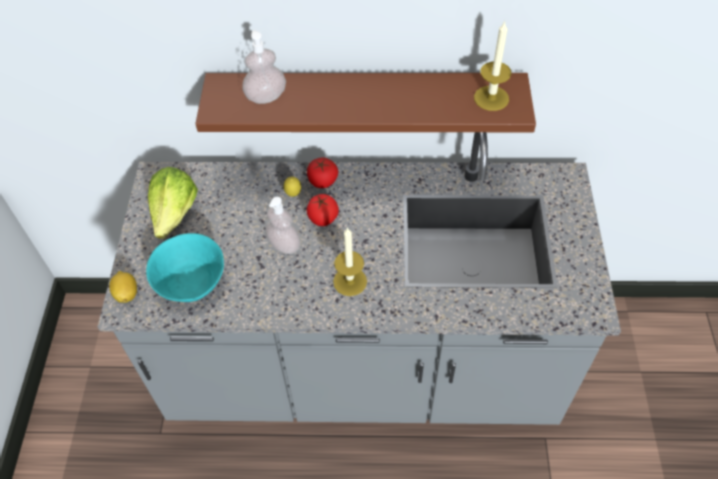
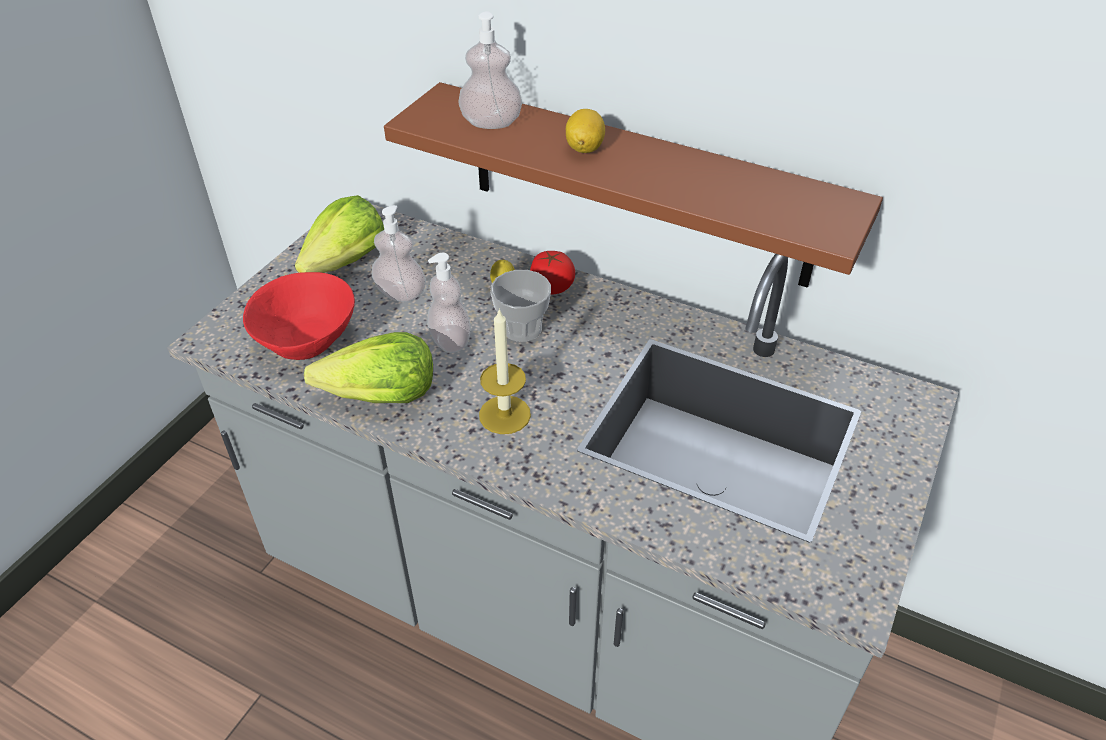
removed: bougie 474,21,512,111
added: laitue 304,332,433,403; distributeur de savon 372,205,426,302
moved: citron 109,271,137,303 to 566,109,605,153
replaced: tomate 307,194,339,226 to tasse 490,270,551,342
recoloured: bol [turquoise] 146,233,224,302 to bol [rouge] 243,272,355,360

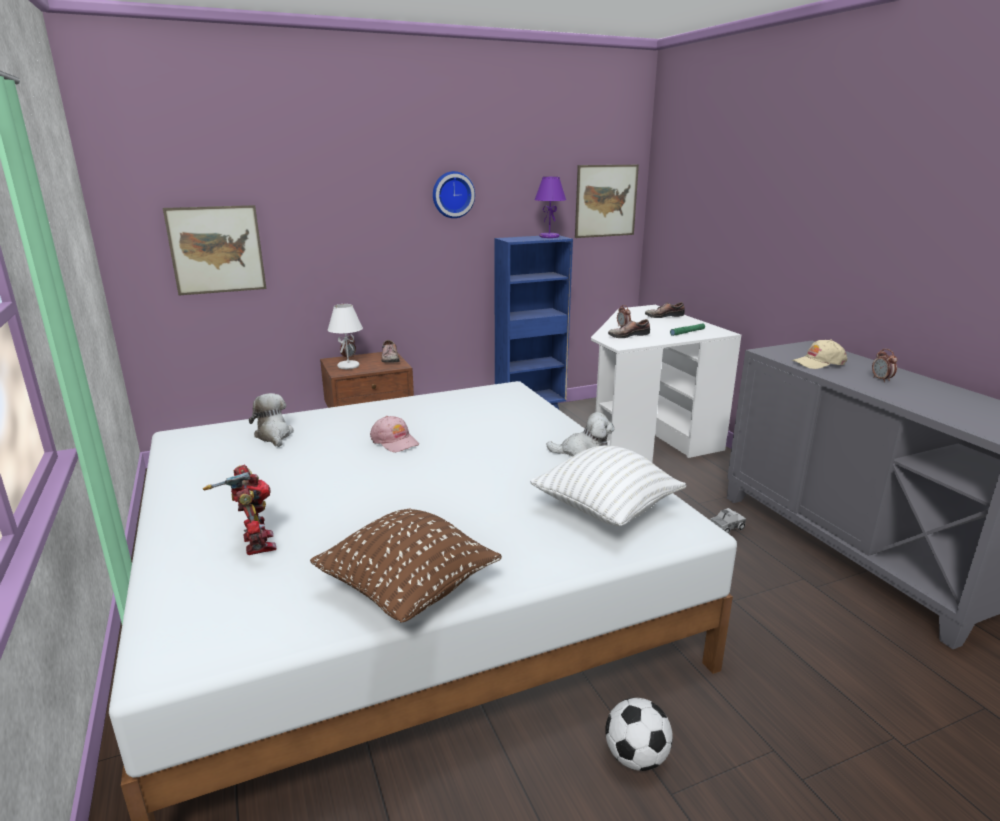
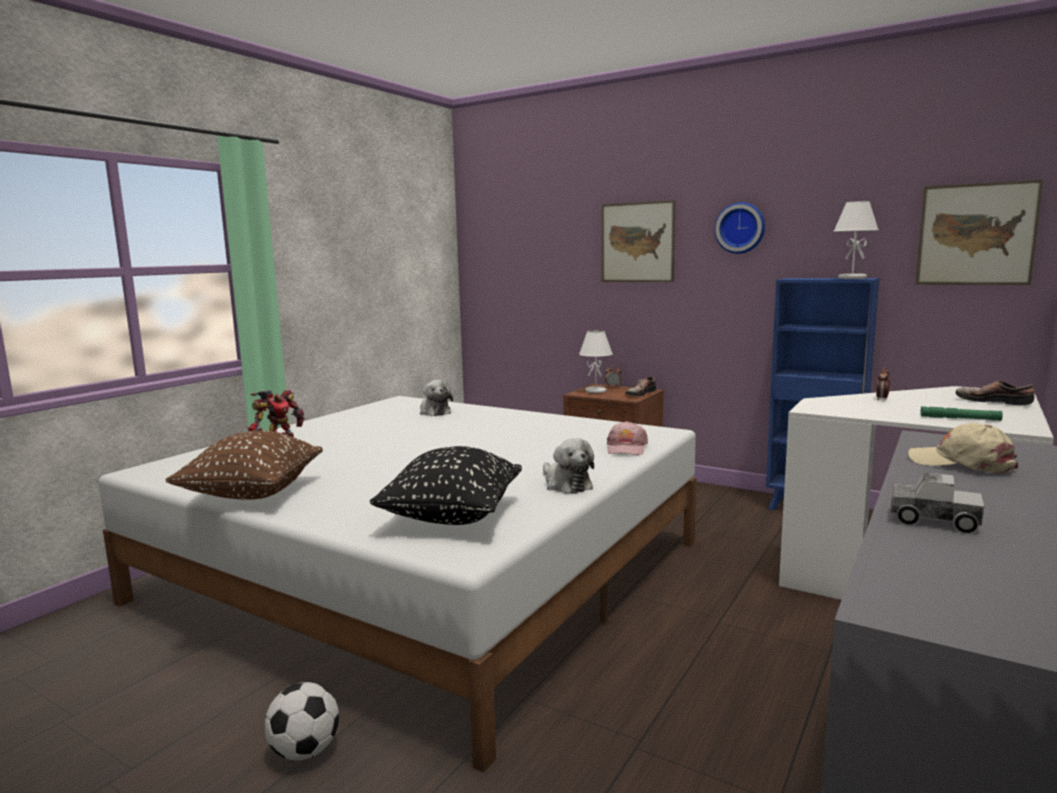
removed: chaussure 608,319,650,338; réveil 872,349,898,382
moved: tableau 163,205,266,295 to 601,200,675,282; casquette [rose] 370,416,419,452 to 607,421,648,455; camion jouet 710,508,746,534 to 890,472,984,534
recoloured: coussin [blanc] 530,446,686,526 to coussin [noir] 370,446,522,525; lampe de table [violet] 534,177,566,238 to lampe de table [blanc] 833,201,879,279
turned: peluche 249,393,294,447 = 420,380,453,416 120 degrees clockwise

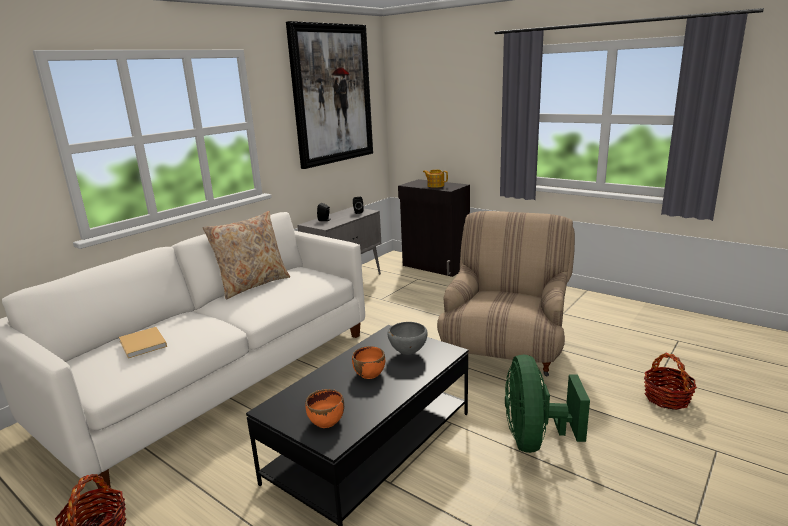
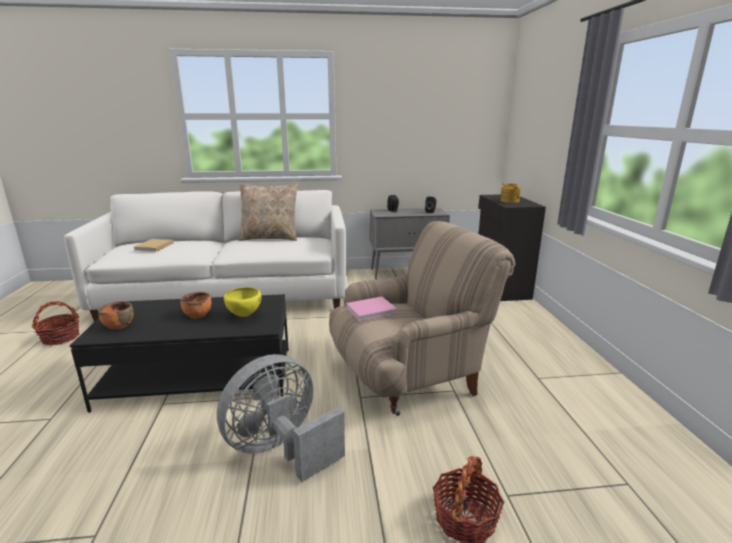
removed: tableau 286,21,373,169
added: livre [rose] 346,297,397,321
recoloured: bol [gris] 387,322,428,355 to bol [jaune] 224,287,261,317; ventilateur [vert] 505,354,590,453 to ventilateur [gris] 217,354,345,482

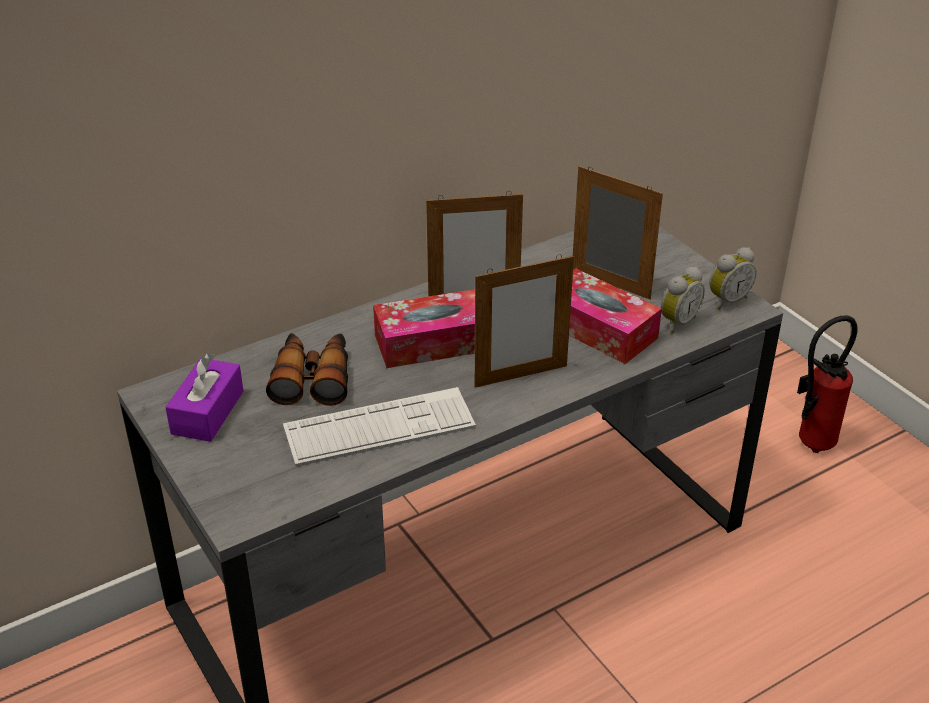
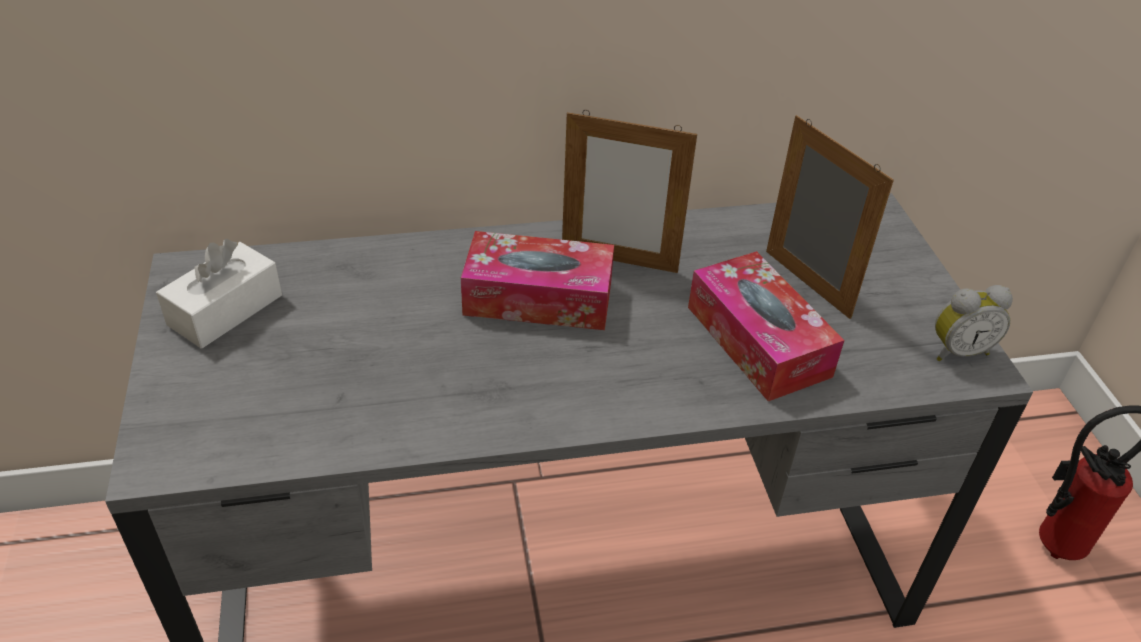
removed: jumelles 266,333,348,406; clavier 283,387,476,467; cadre photo 475,254,574,388; réveil 661,266,705,334
recoloured: boîte à mouchoirs [violet] 165,353,243,442 to boîte à mouchoirs [blanc] 156,239,282,349

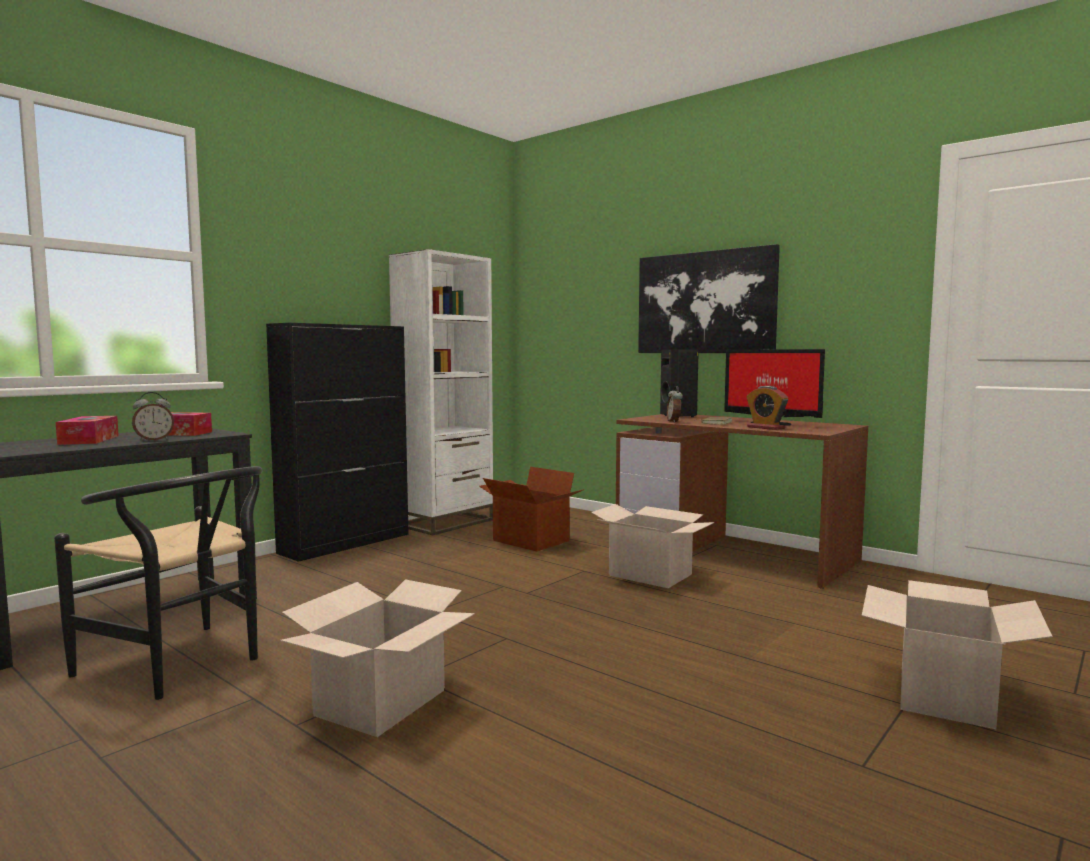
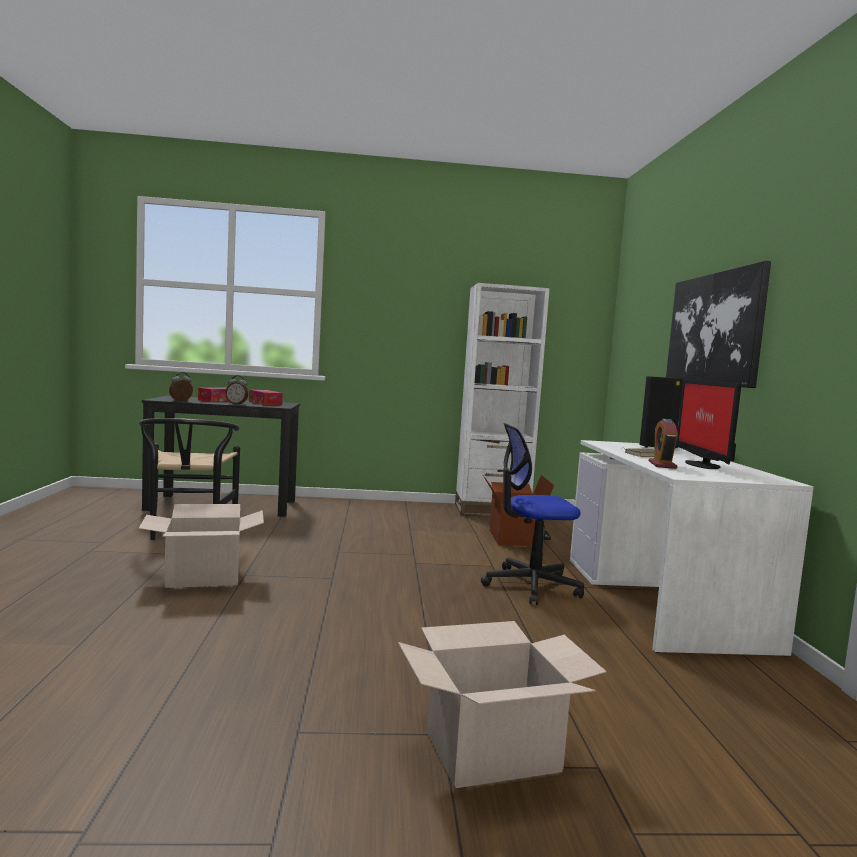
removed: meuble de rangement [noir] 266,323,409,562
moved: réveil 667,386,683,423 to 169,372,193,401
replaced: carton 591,504,715,588 to chaise de bureau 481,423,584,605
recoloured: bureau [marron] 616,414,868,589 to bureau [blanc] 570,440,814,657

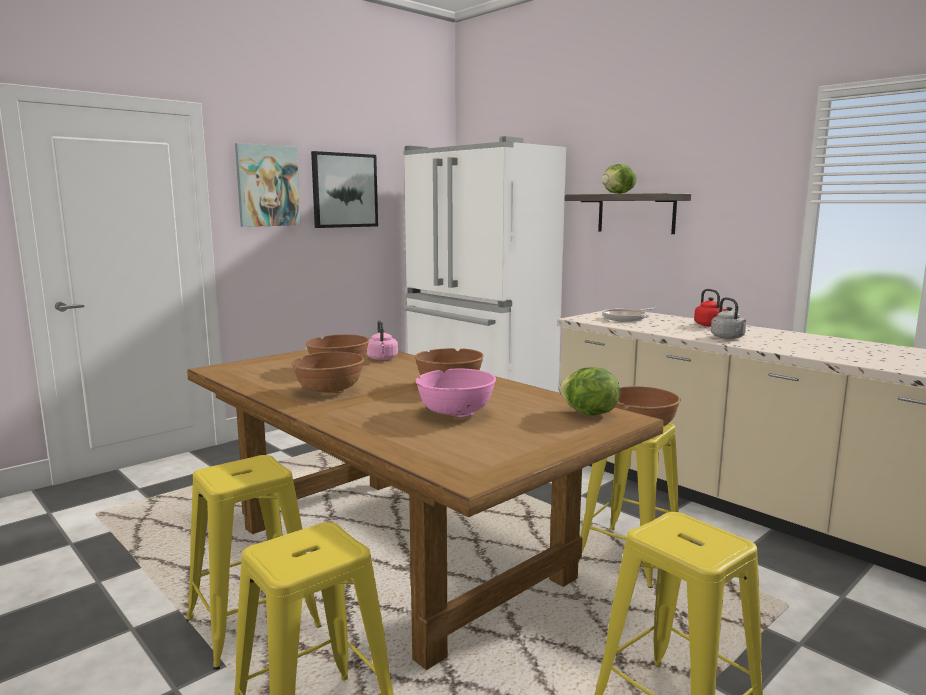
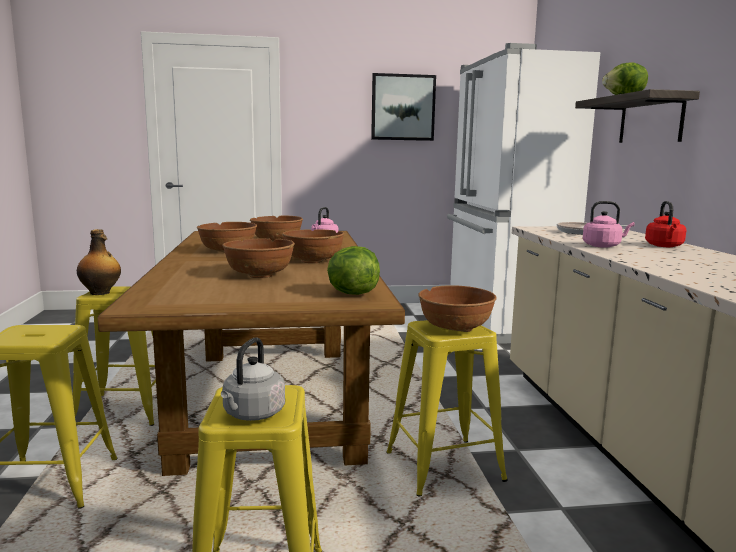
removed: tableau 235,143,301,227
added: bouteille 77,229,121,295; bouilloire [rose] 583,201,635,248
moved: bouilloire [gris] 711,297,746,339 to 221,338,285,421
recoloured: bol [rose] 416,369,496,418 to bol [marron] 222,238,295,278

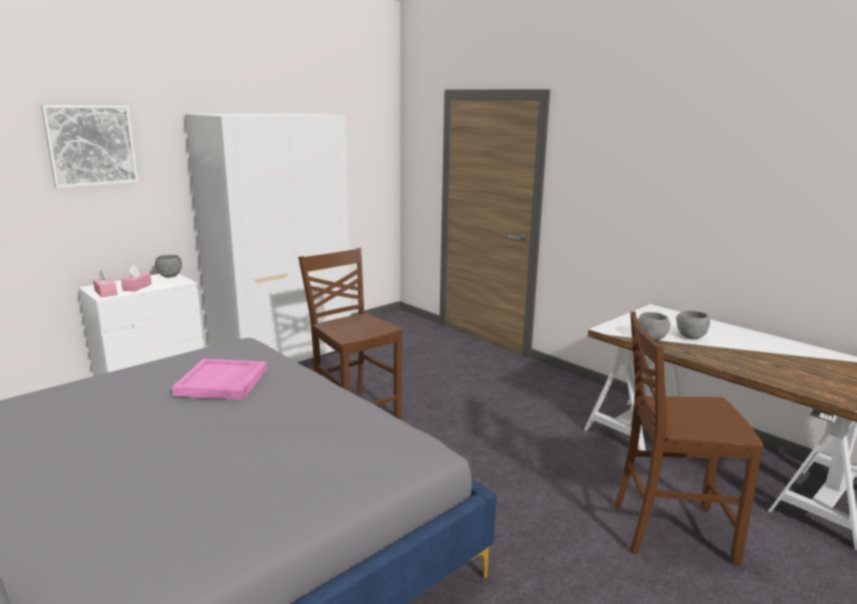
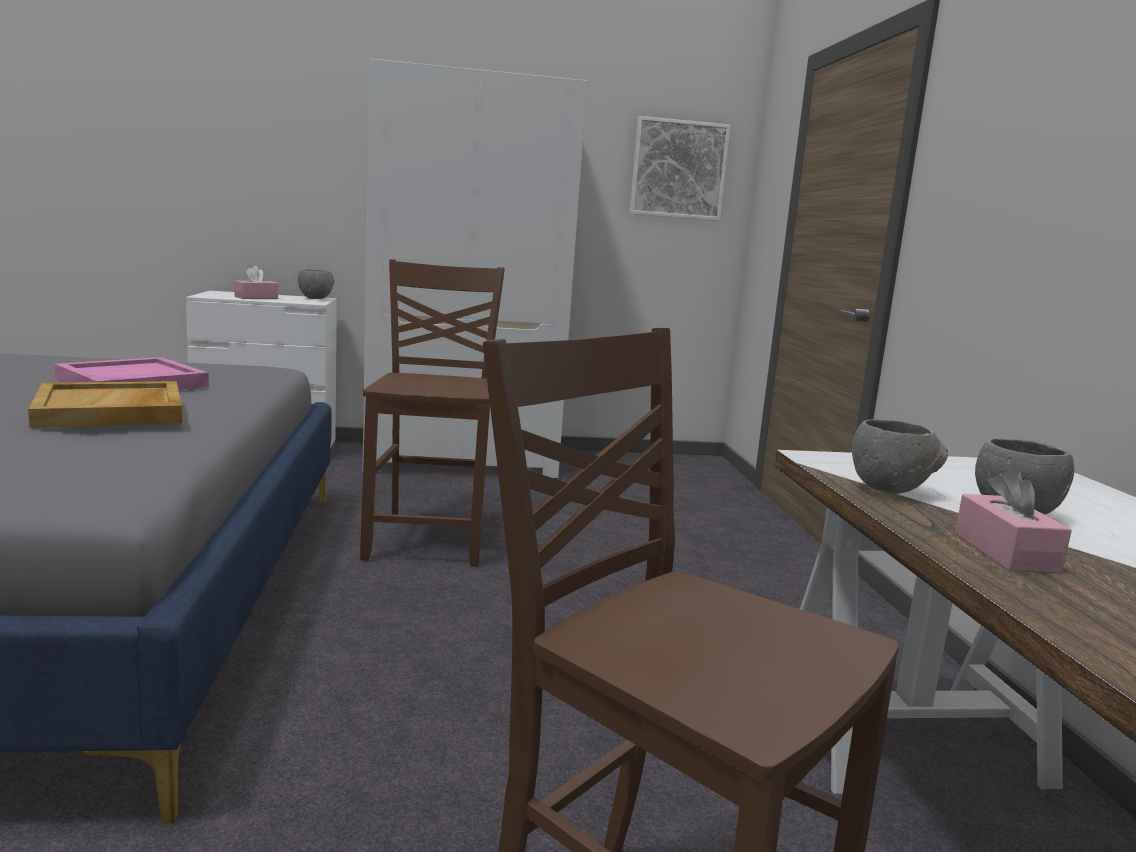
added: plateau [beige] 28,381,182,428
moved: tableau 41,105,138,188 to 629,116,731,221; boîte à mouchoirs [rose] 93,270,118,297 to 955,468,1072,573

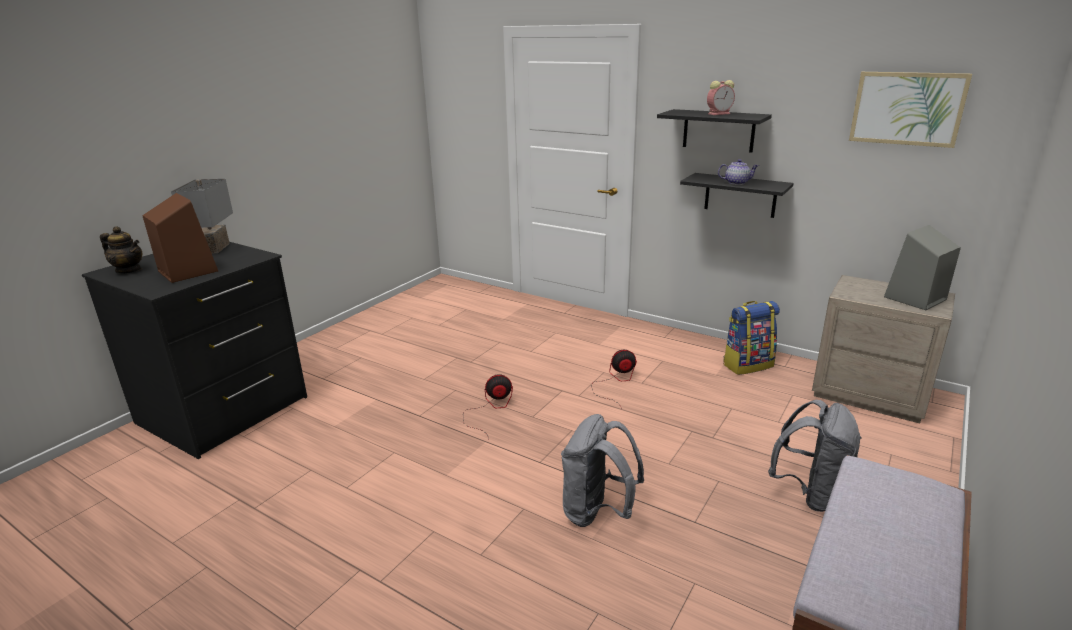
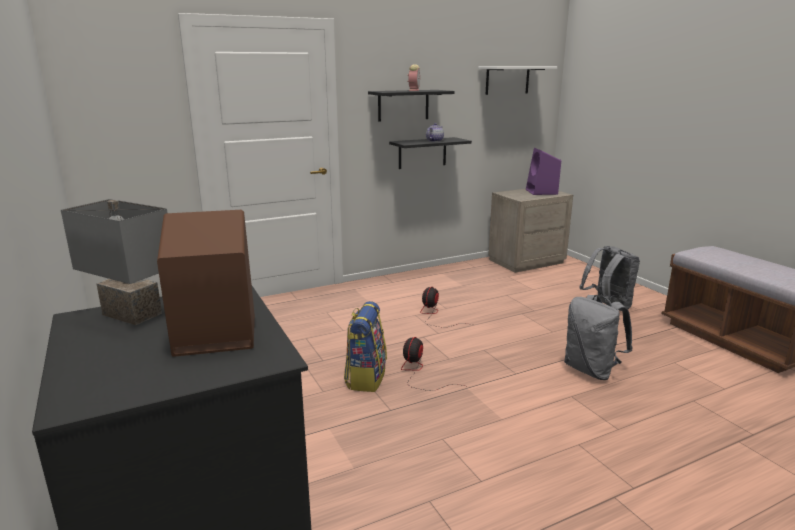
removed: théière 100,226,143,274
moved: sac à dos 723,301,780,375 to 344,301,387,392
replaced: tableau 849,72,972,148 to étagère [blanc] 478,66,557,95
recoloured: enceinte [gris] 884,225,961,310 to enceinte [violet] 526,147,561,195

